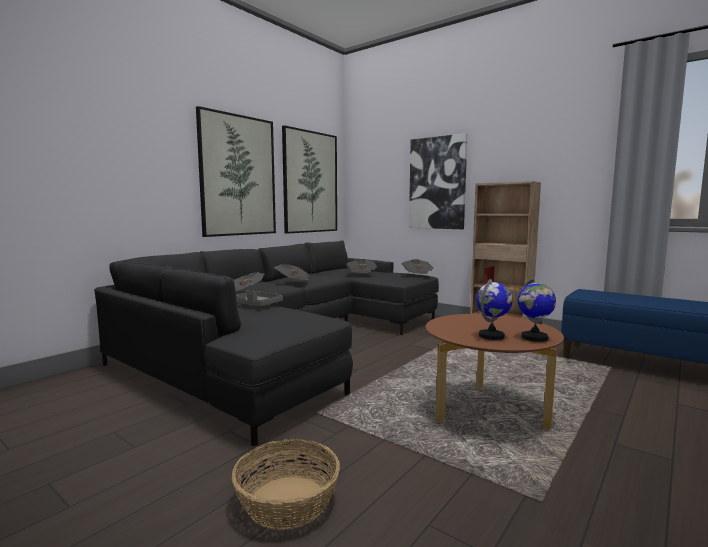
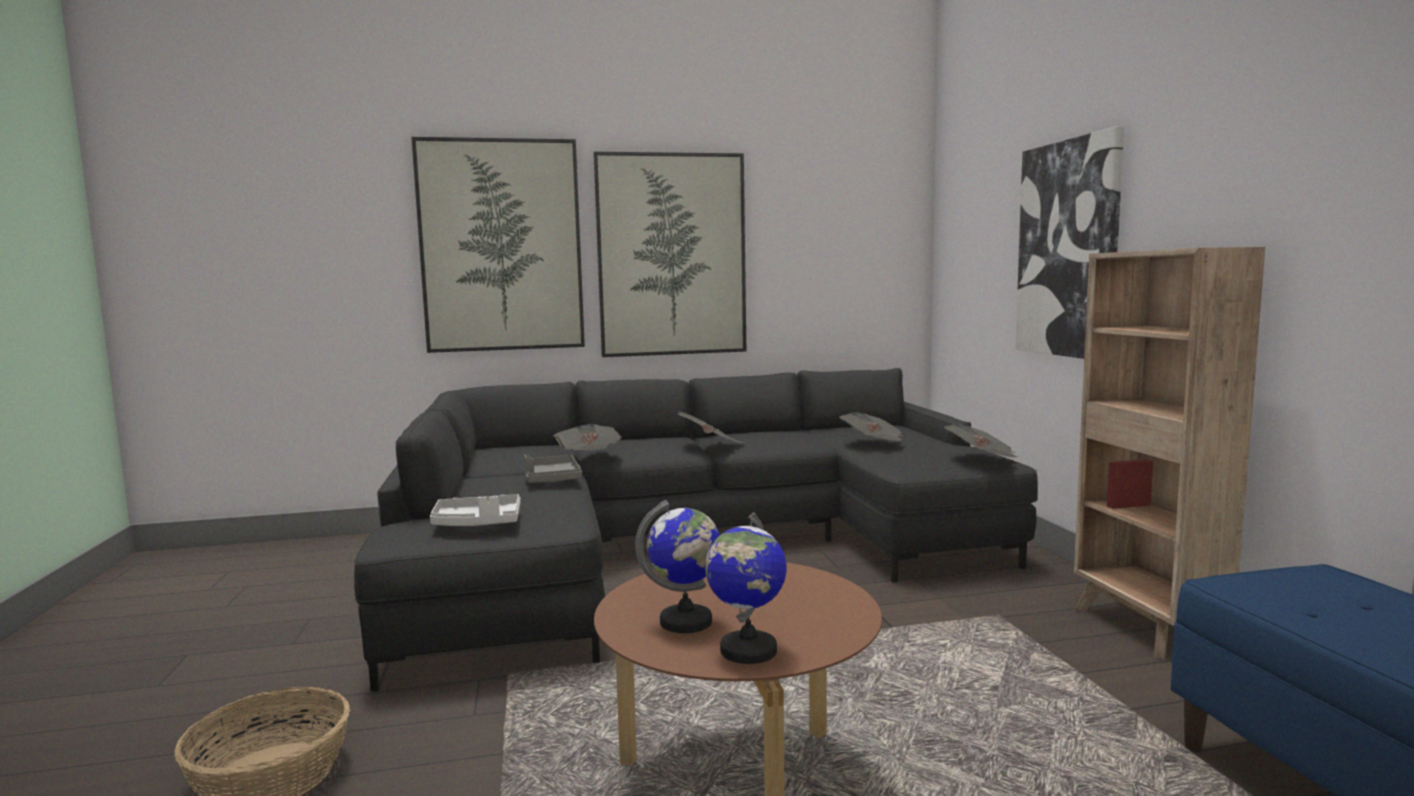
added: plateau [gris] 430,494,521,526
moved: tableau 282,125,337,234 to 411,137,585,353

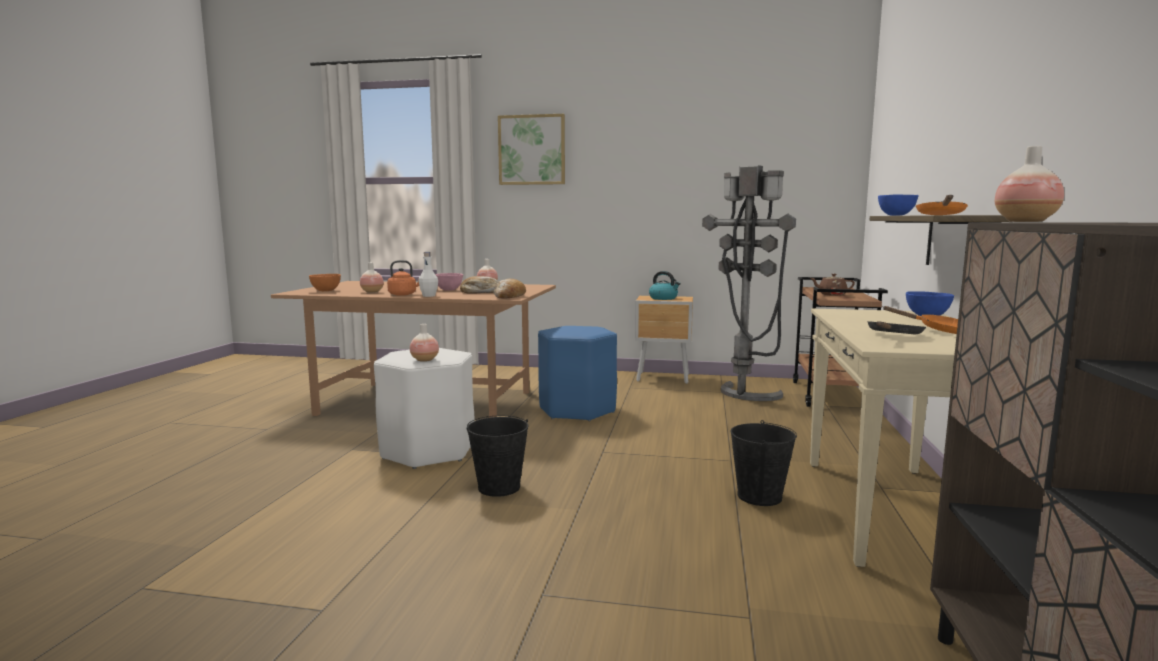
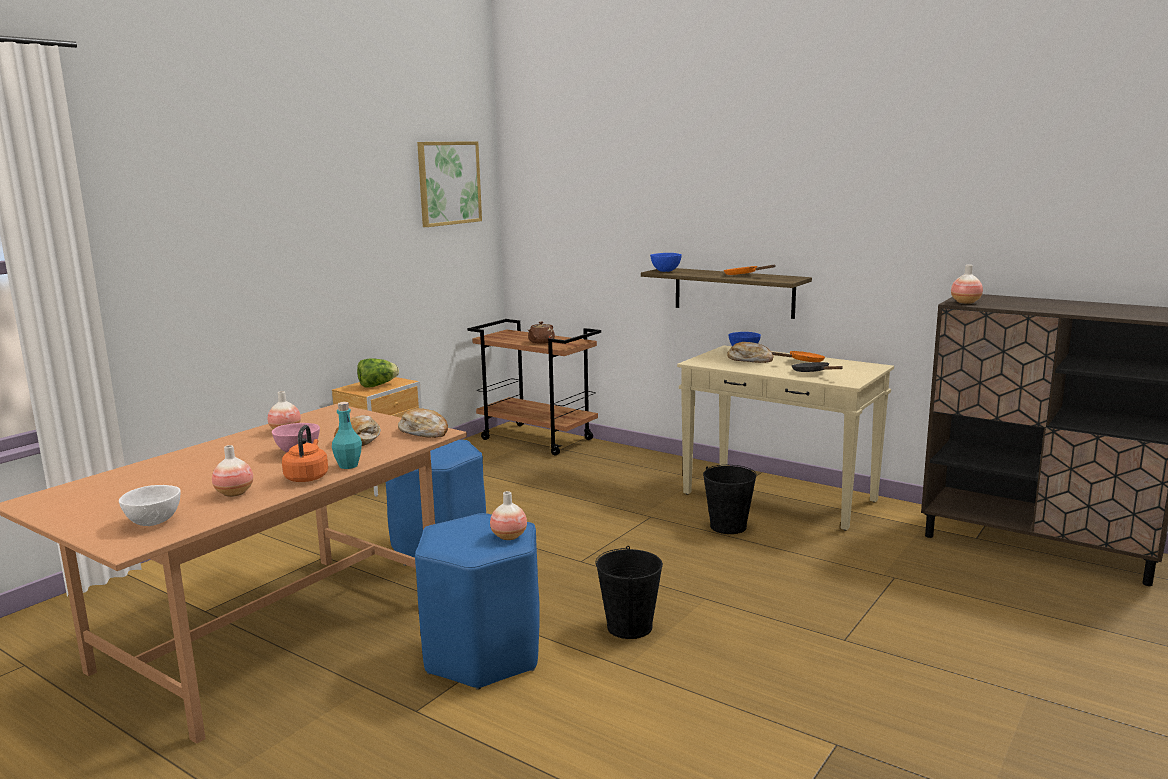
removed: lampadaire [gris] 702,165,796,401
added: pain 727,342,774,363
moved: tableau 498,114,565,185 to 417,141,482,227
replaced: bouilloire 649,271,681,300 to laitue 357,358,399,387
recoloured: bol [orange] 309,274,341,291 to bol [blanc] 119,485,181,526; tabouret [blanc] 374,348,475,469 to tabouret [bleu] 415,513,540,689; bouteille [blanc] 419,252,438,297 to bouteille [turquoise] 332,402,362,469

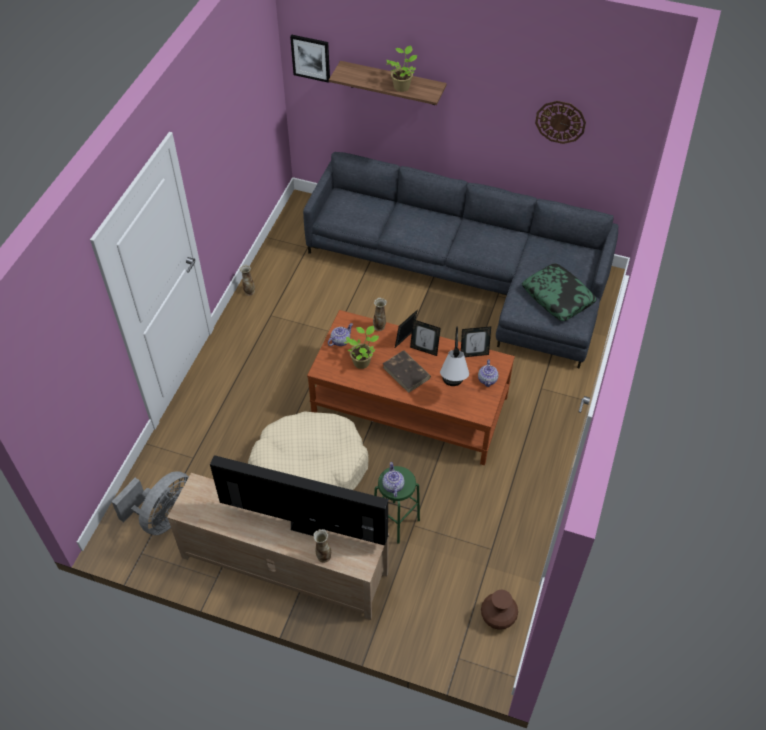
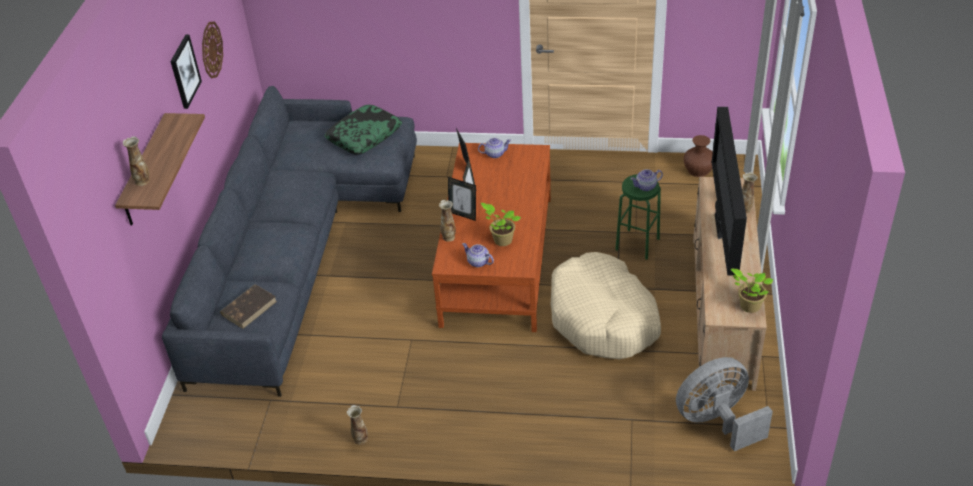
removed: lampe de table 440,327,469,386
added: vase 123,136,150,186
moved: tableau 290,35,330,83 to 170,35,202,109; livre [marron] 383,350,431,393 to 220,284,277,329; plante en pot 386,45,417,92 to 730,268,773,313
turned: ventilateur [gris] 112,471,189,535 = 676,357,773,451 45 degrees counterclockwise

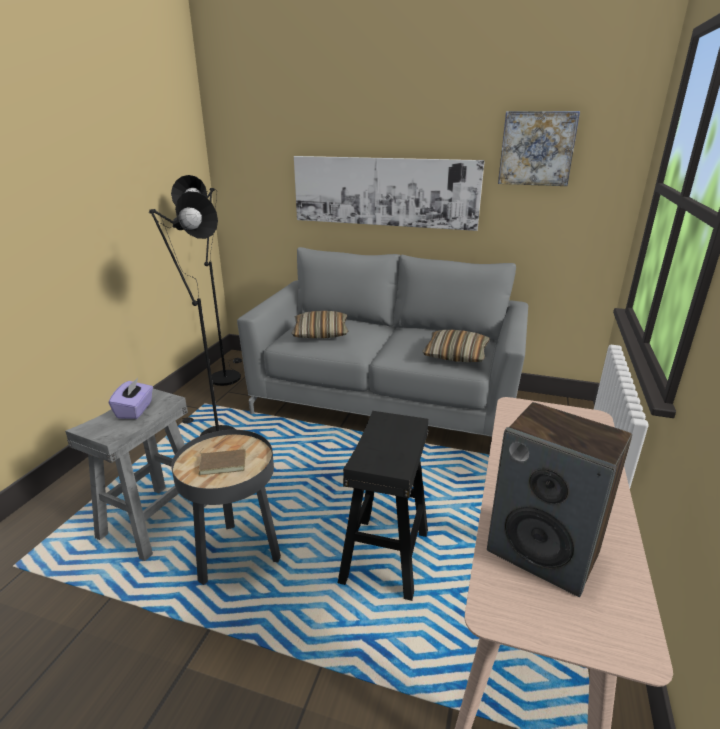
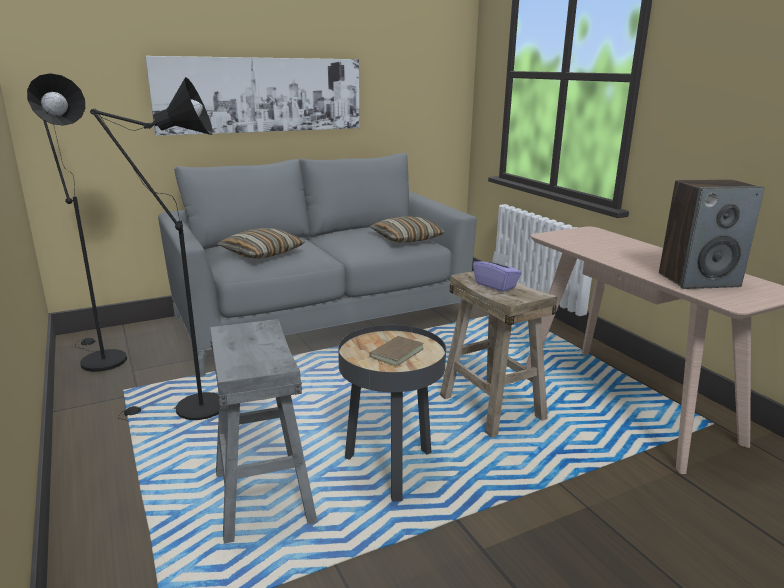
removed: tableau 498,111,580,186
moved: boîte à mouchoirs [violet] 109,378,153,419 to 473,251,522,292
recoloured: tabouret [noir] 338,411,428,601 to tabouret [beige] 440,271,558,438

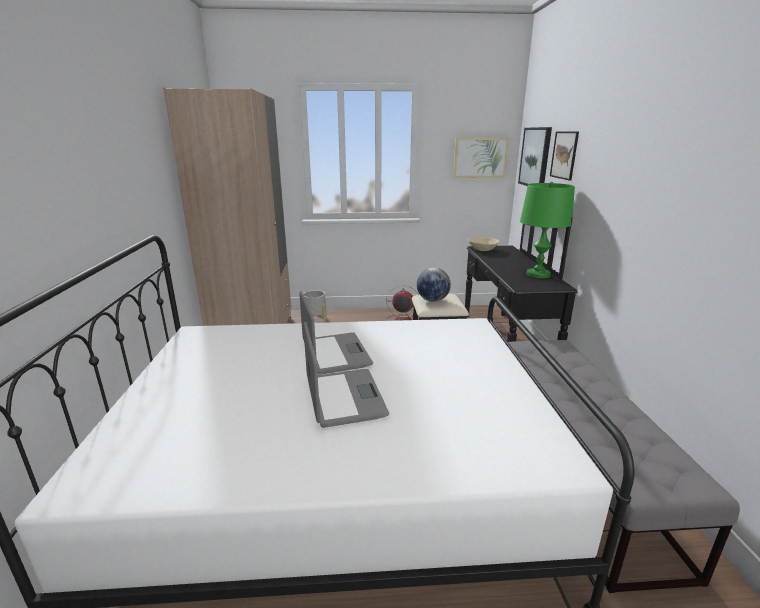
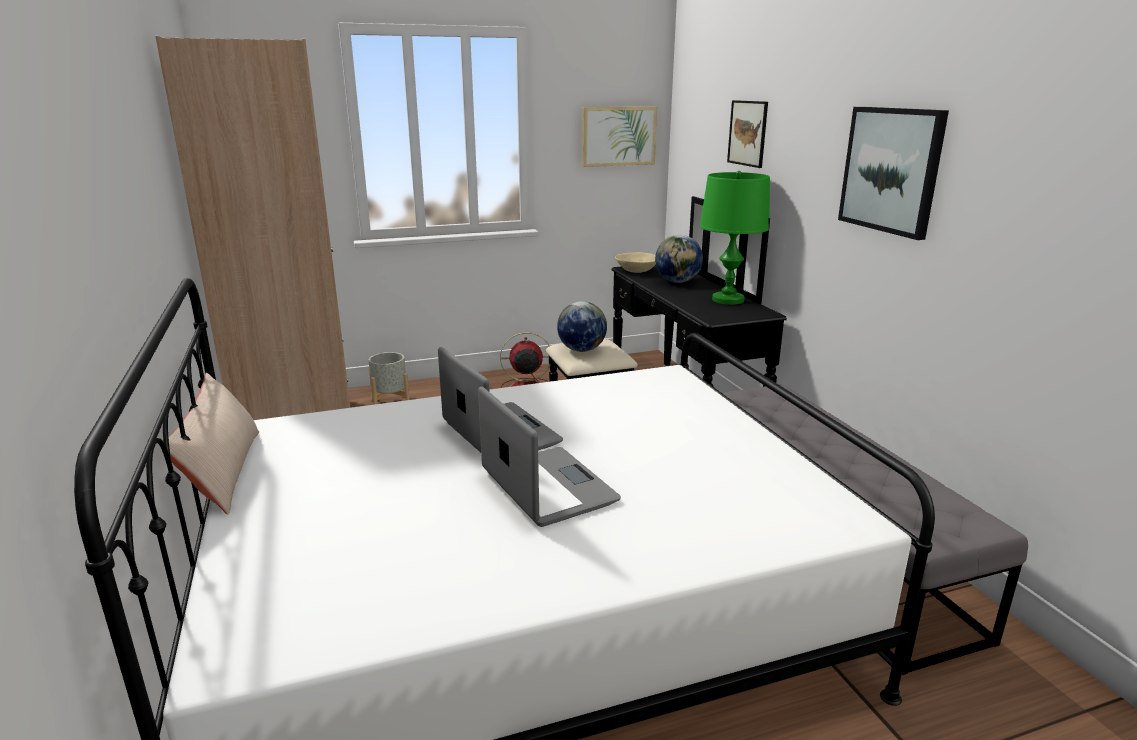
added: coussin [beige] 168,373,259,514; globe 655,235,703,283
moved: tableau 518,127,552,186 to 838,107,949,240

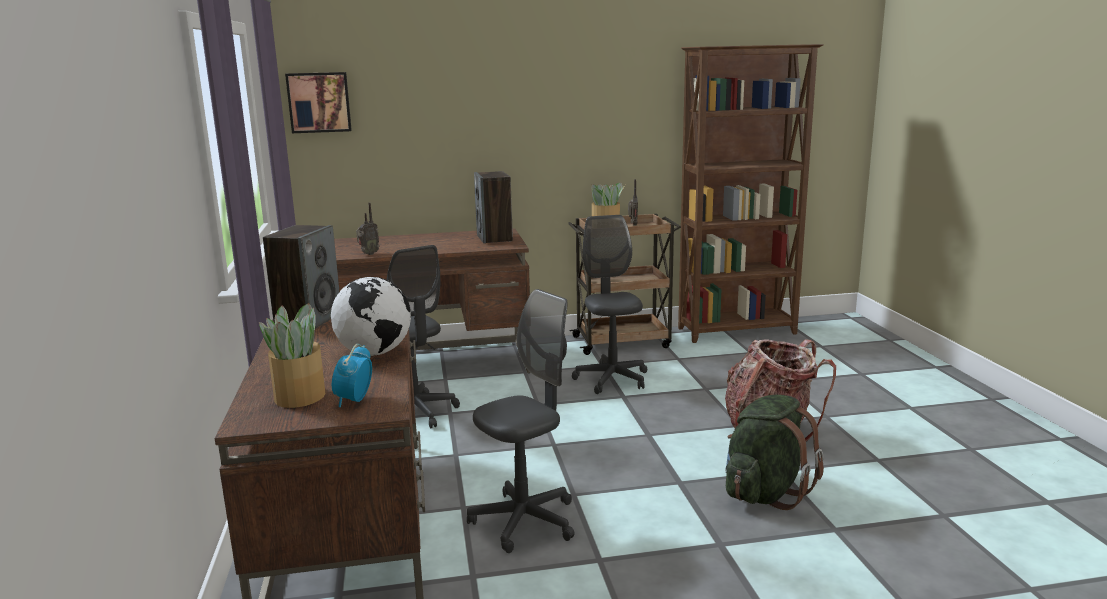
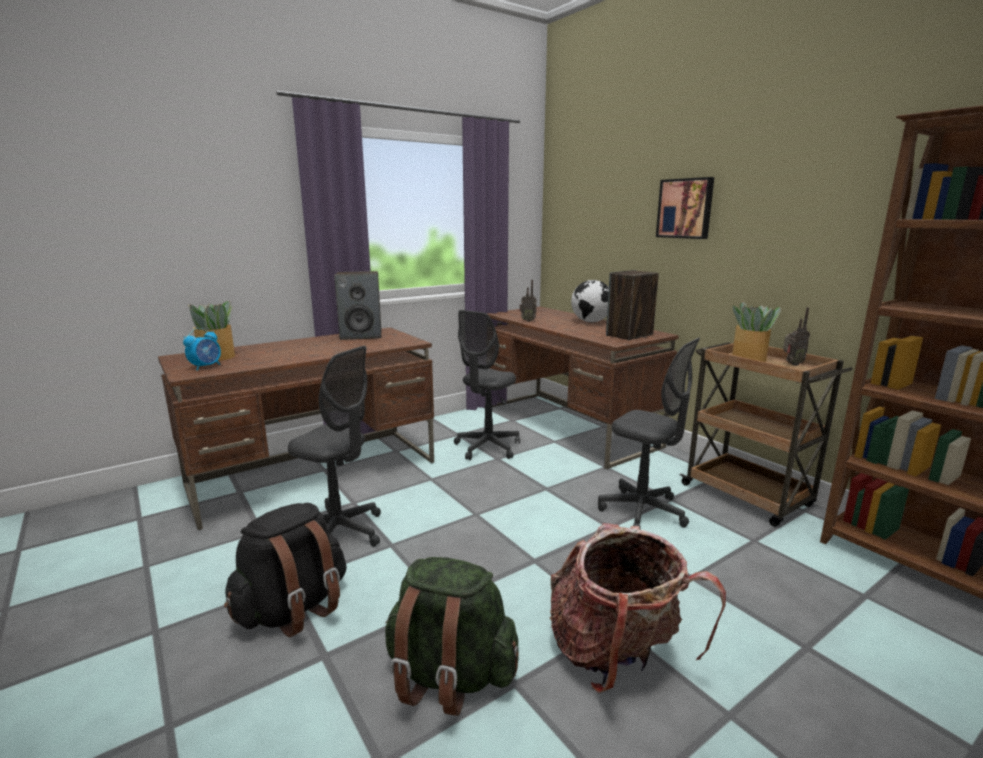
added: sac à dos [noir] 224,503,347,637
moved: tableau 285,72,352,133 to 656,177,714,239; globe 331,277,411,356 to 571,280,609,322
turned: réveil 332,344,372,407 = 183,328,221,371 135 degrees clockwise; chaise de bureau [gris] 572,215,647,394 = 598,338,700,528 75 degrees clockwise

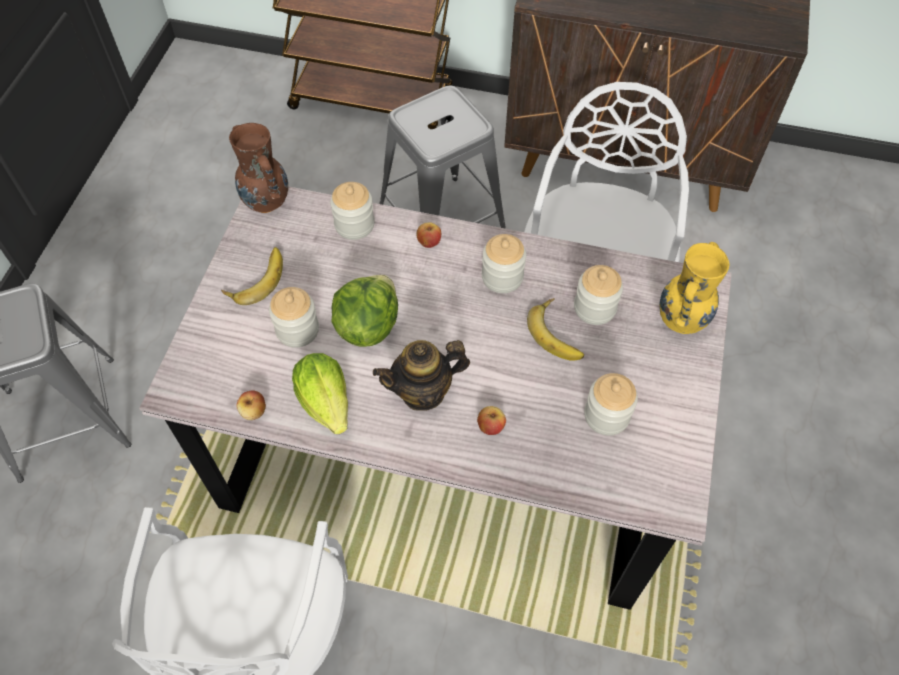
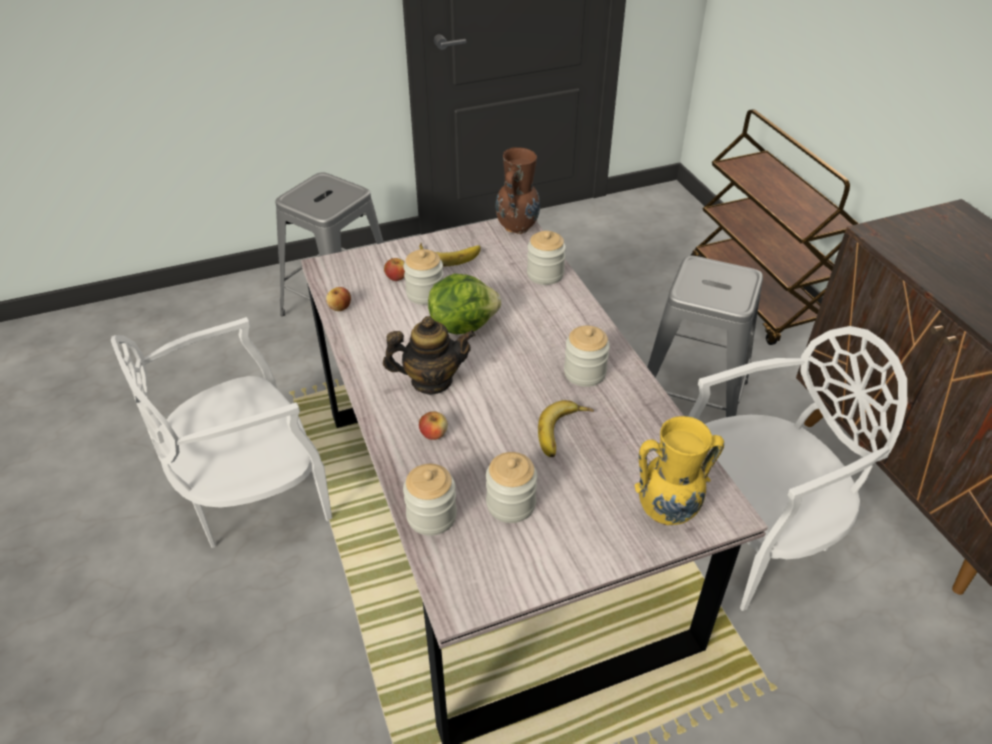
removed: laitue 292,353,348,434
moved: pomme 416,222,441,248 to 384,258,405,281; bocal 574,265,623,325 to 403,464,457,536
turned: théière 373,340,470,411 = 383,316,475,395 135 degrees clockwise

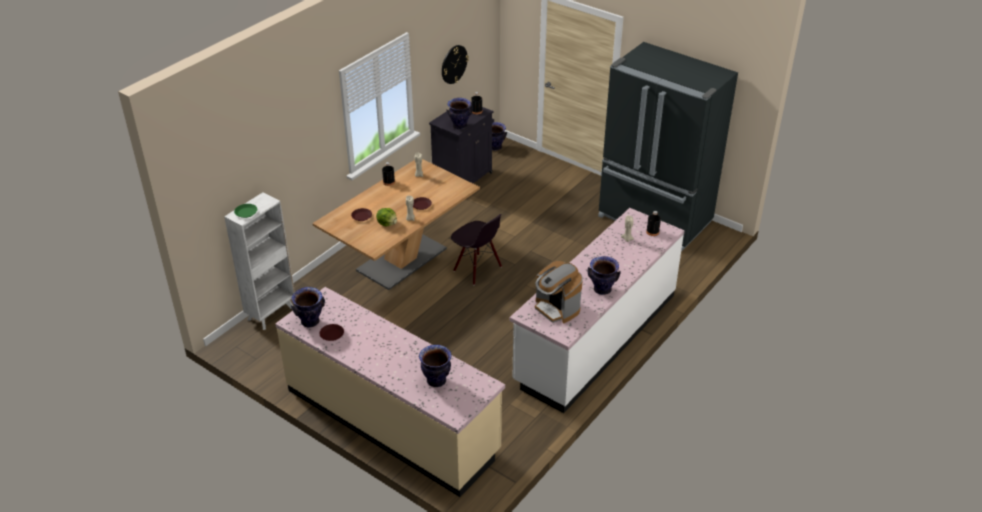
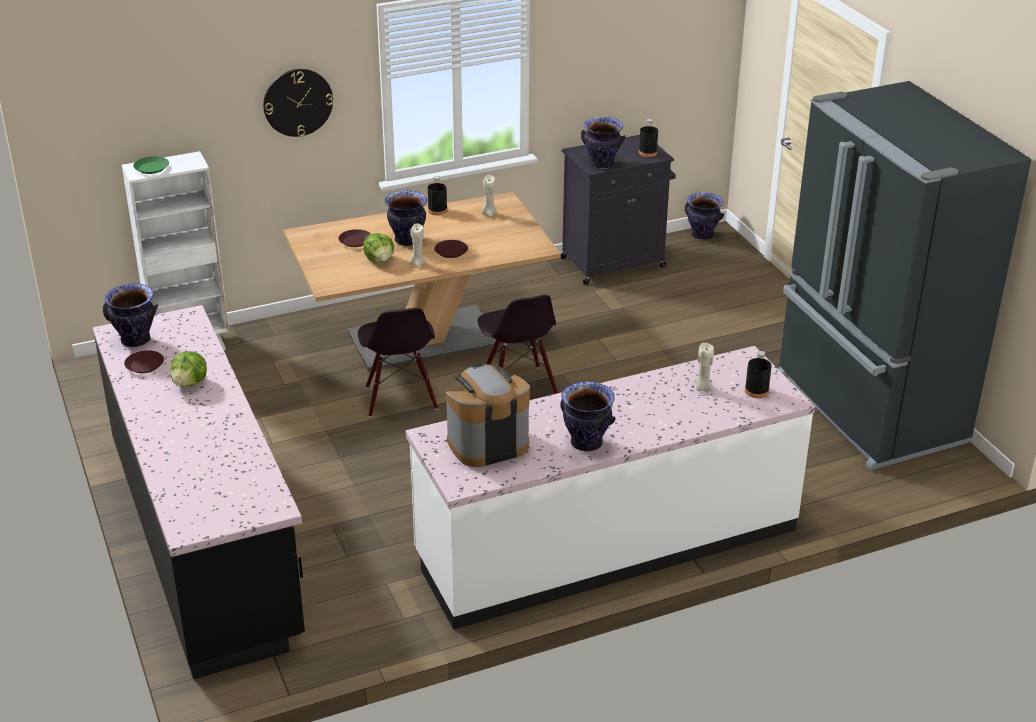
added: laitue 171,351,207,387; chaise [noir] 358,308,438,417
moved: vase 419,345,452,387 to 385,191,427,246; horloge murale 442,45,469,84 to 263,69,333,137
recoloured: comptoir de cuisine [beige] 275,287,505,497 to comptoir de cuisine [noir] 93,305,305,679
turned: machine à café 535,261,583,324 = 446,364,530,467 75 degrees clockwise

